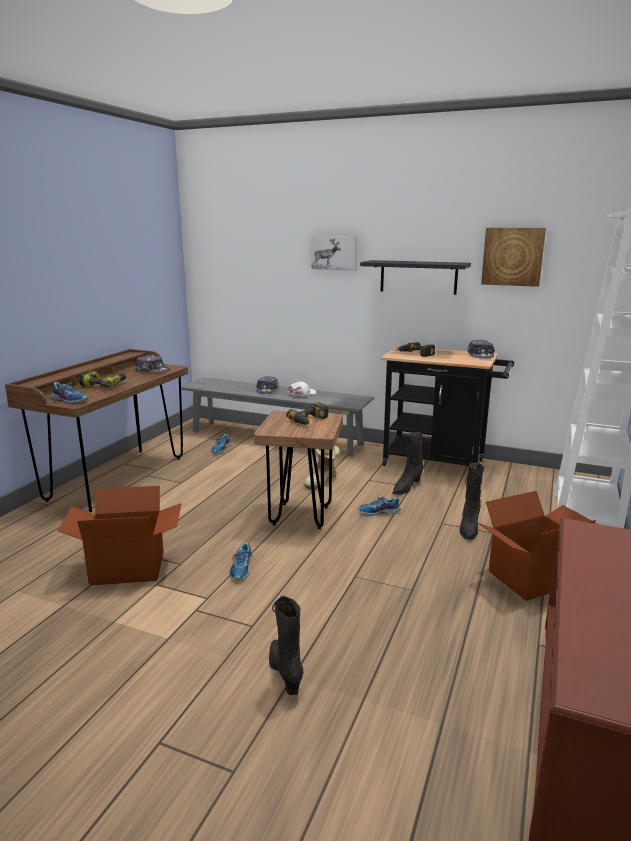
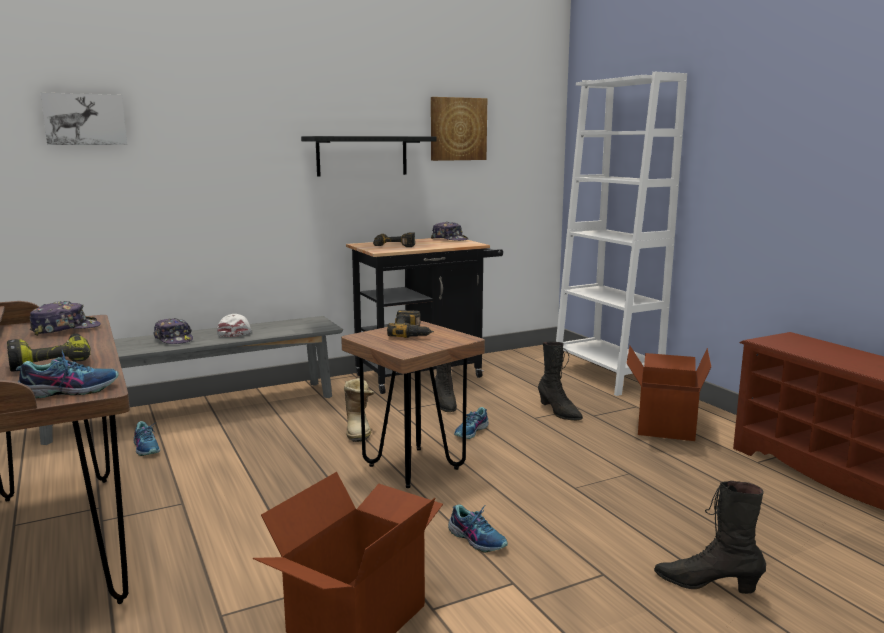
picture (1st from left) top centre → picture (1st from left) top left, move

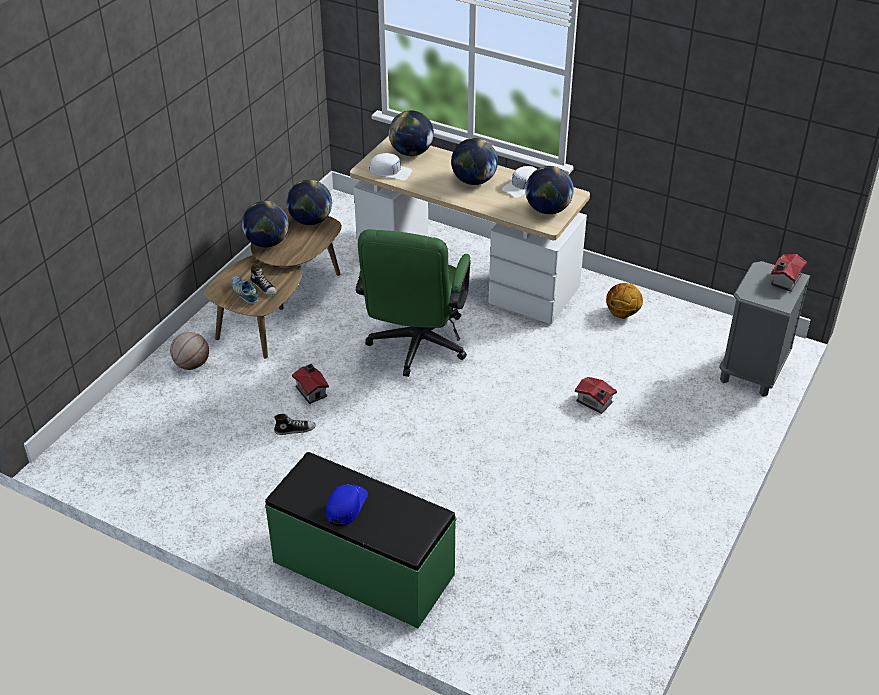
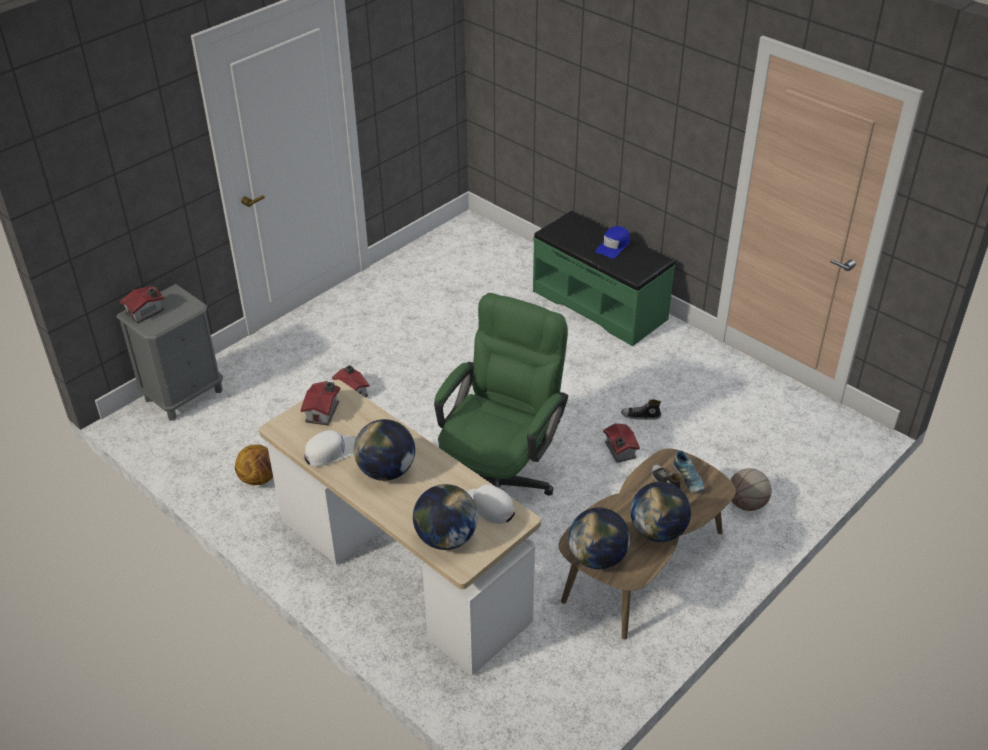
globe (5th from left) top centre → toy house (2nd from left) middle left

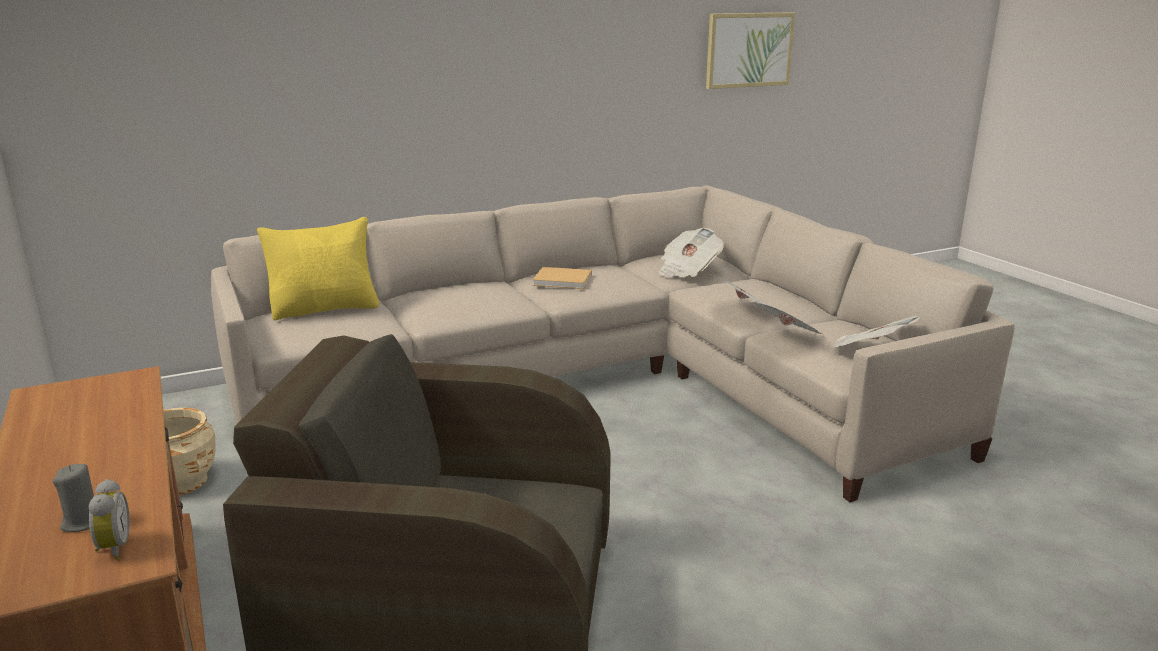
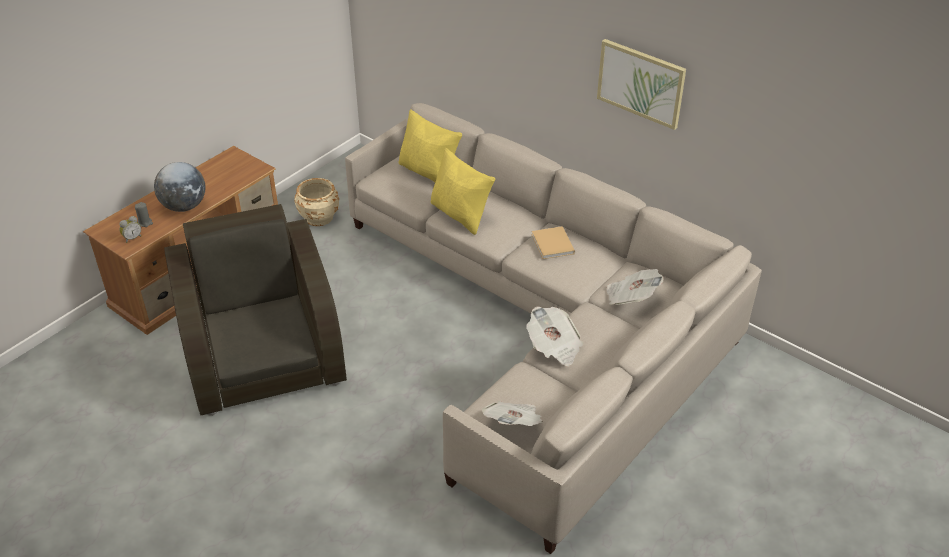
picture top centre → picture top right, move
newspaper (3rd from left) middle right → -
- → pillow (yellow) (2nd from left) centre
- → globe middle left

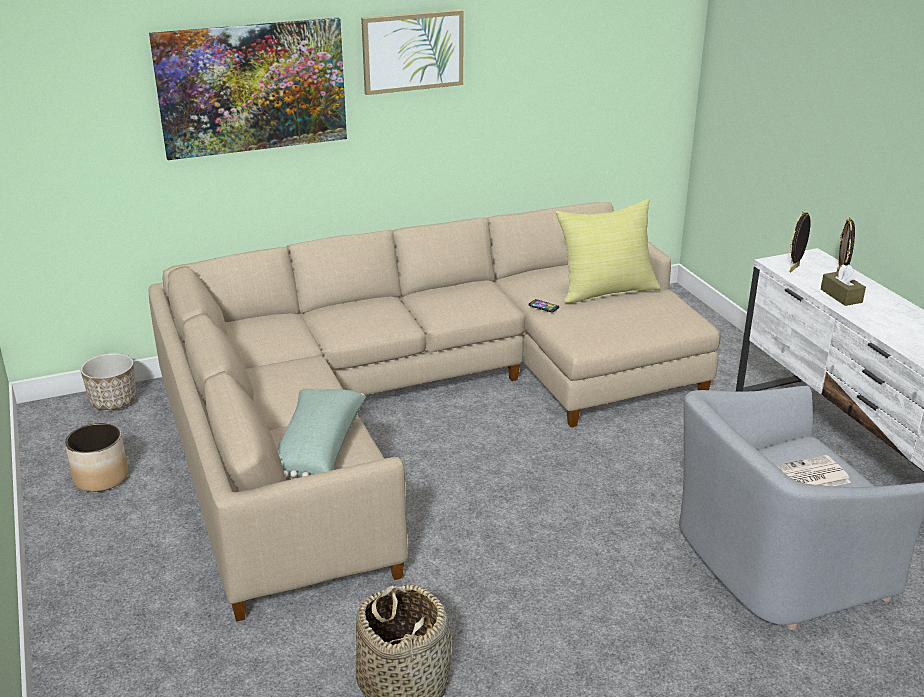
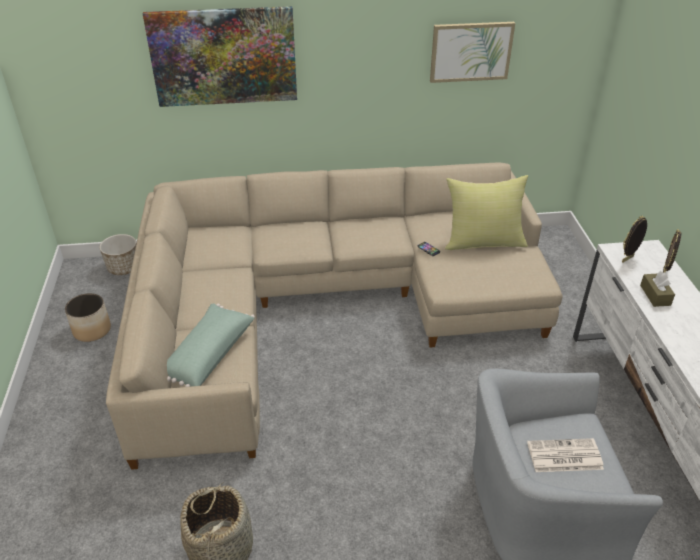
picture (2nd from left) top centre → picture (2nd from left) top right, move

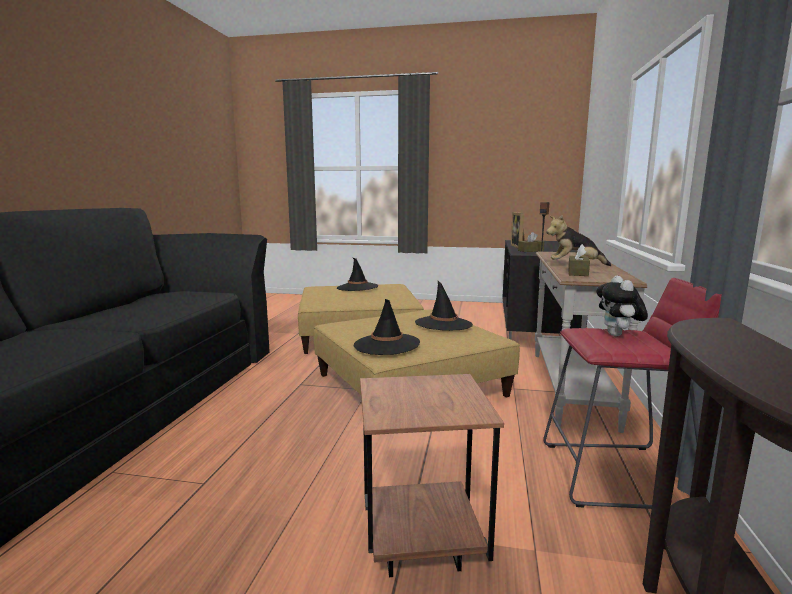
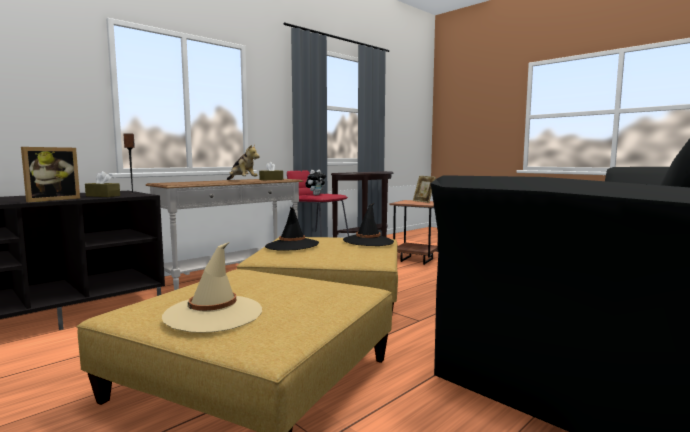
hat (black) (1st from left) centre → hat (beige) middle left
- → picture frame (2nd from left) centre

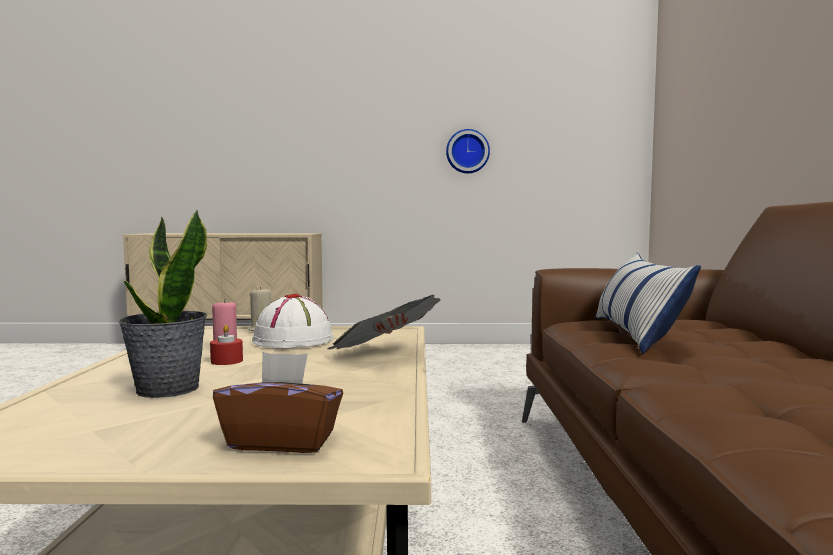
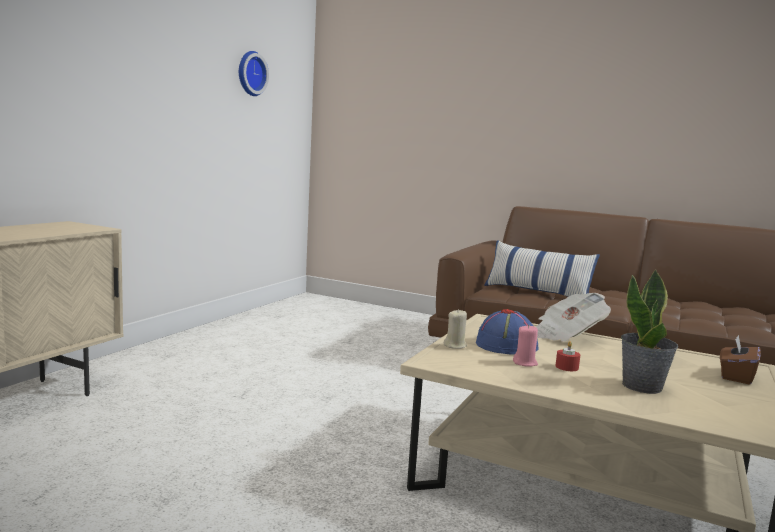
wall clock top centre → wall clock top left, move
hat (white) centre → hat (blue) centre

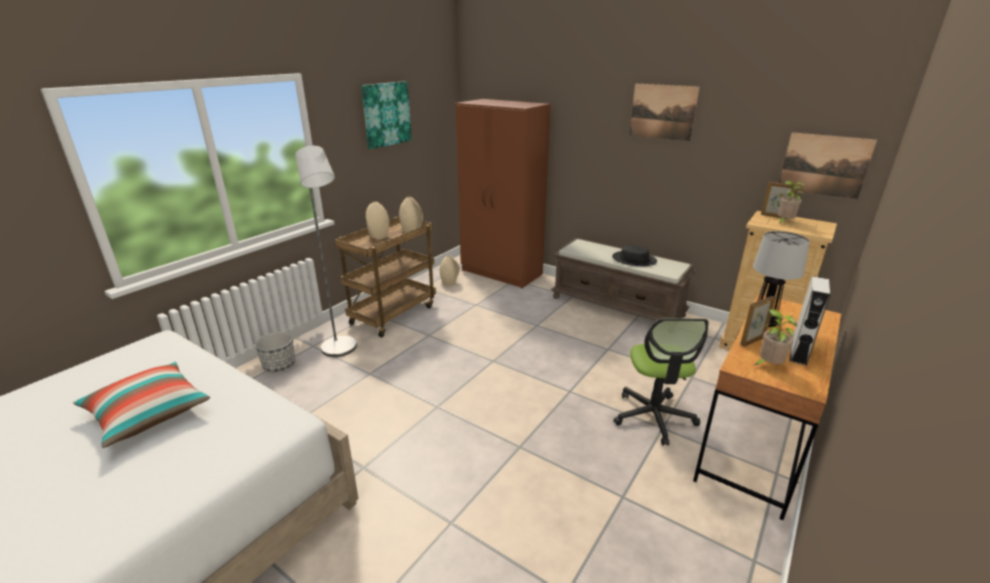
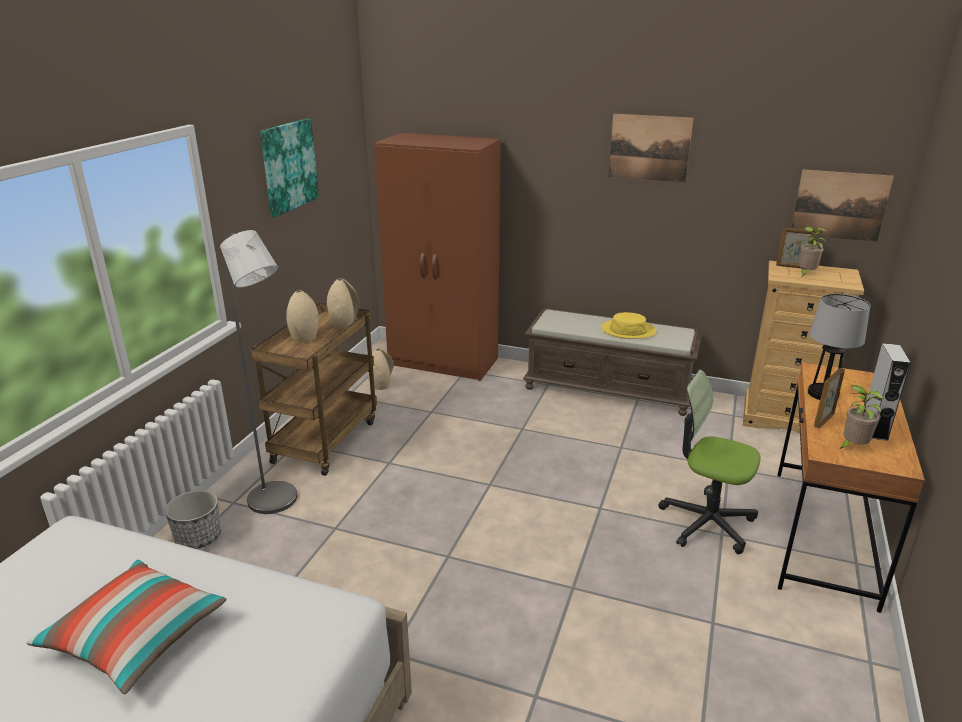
hat (black) centre → hat (yellow) centre
office chair middle right, 135 degrees clockwise

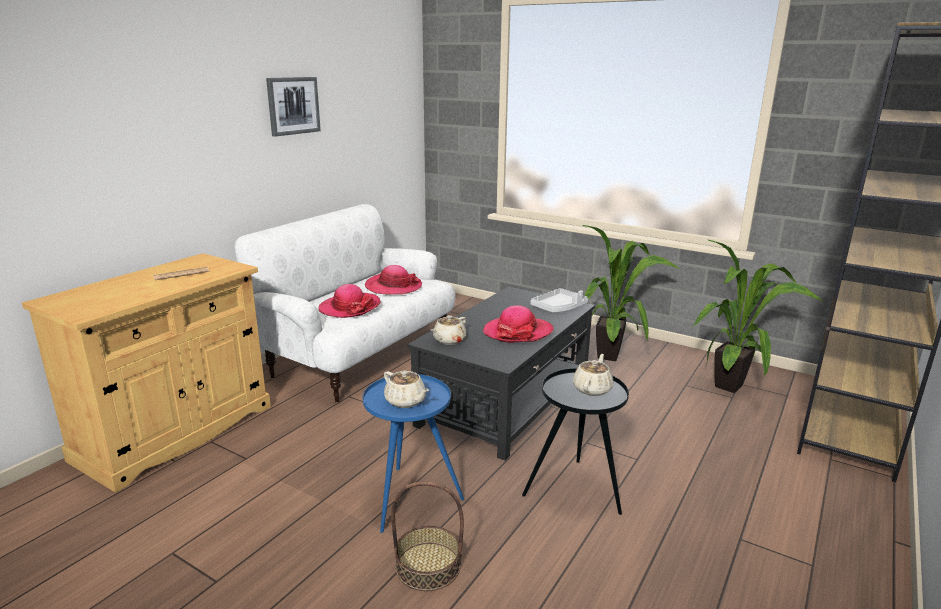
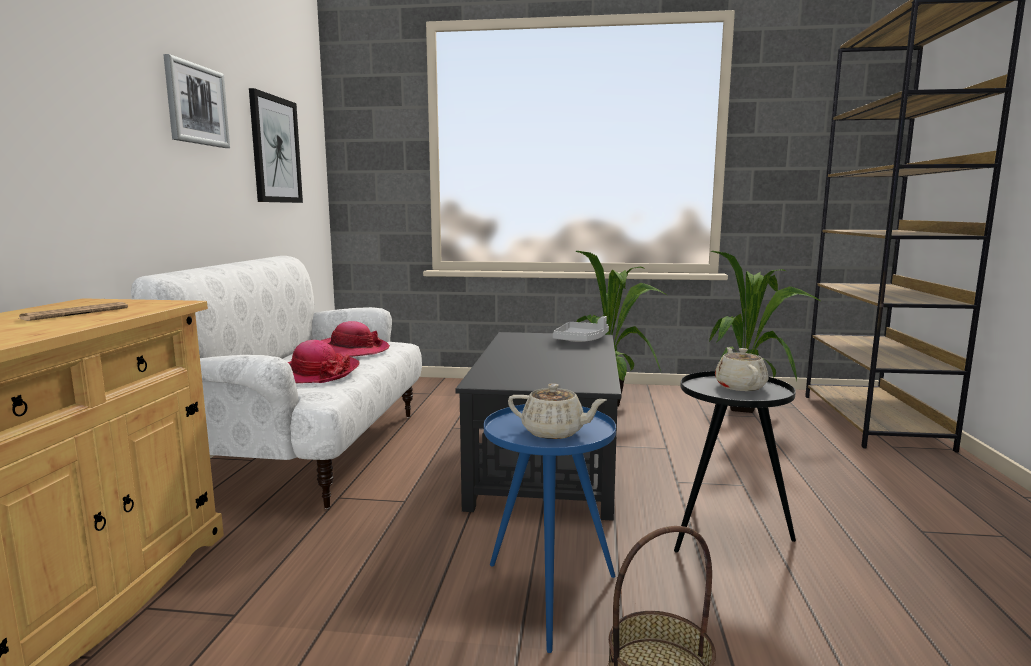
hat (3rd from left) centre → -
teapot (beige) (2nd from left) centre → -
- → picture (2nd from left) top left

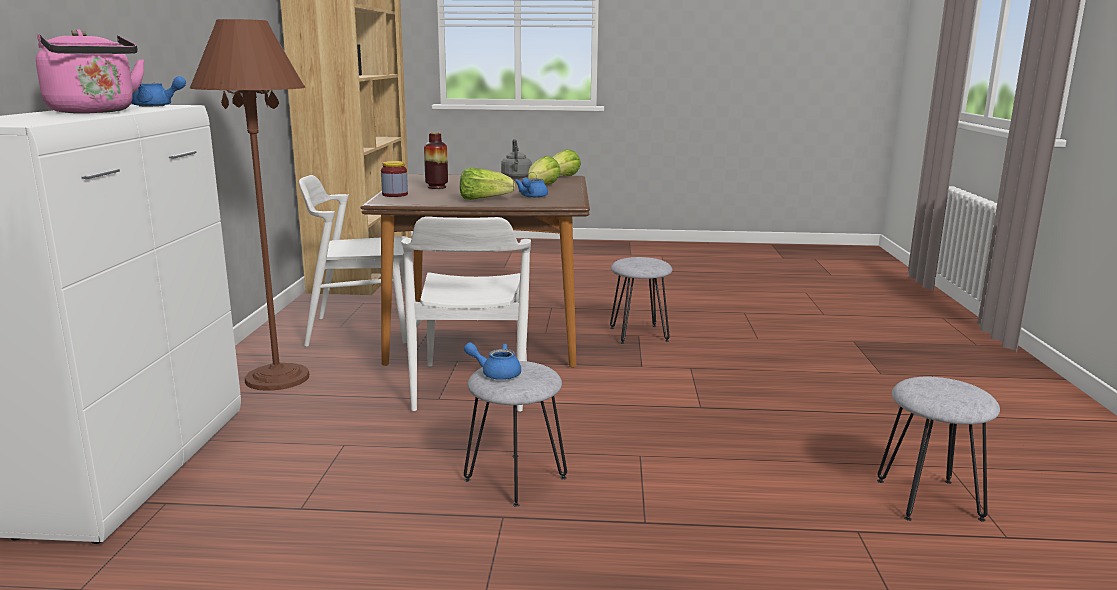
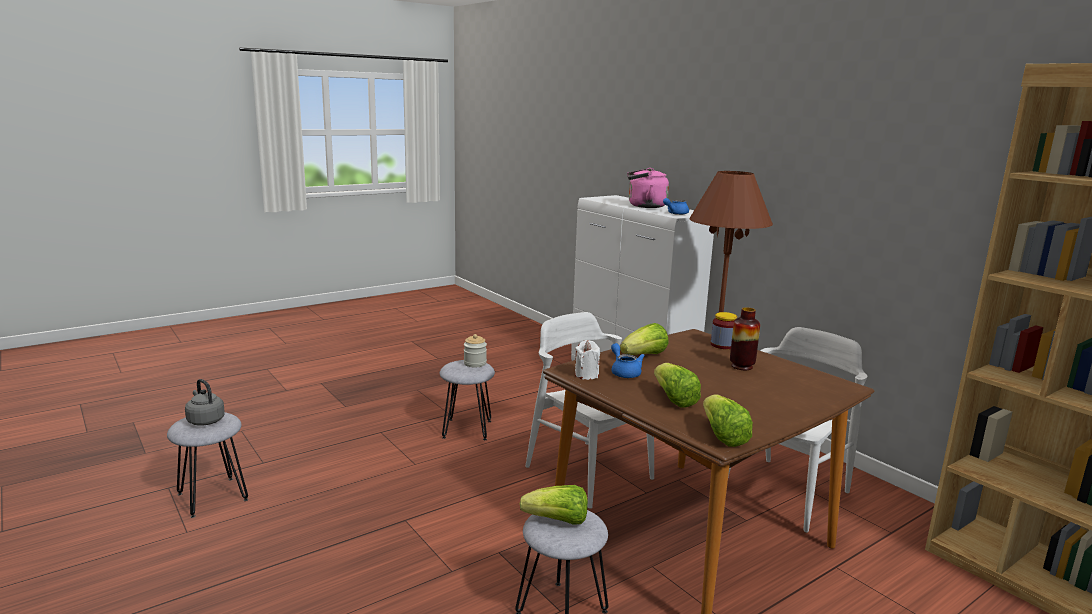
kettle (grey) top centre → kettle (grey) middle left, move
teapot (blue) (2nd from left) centre → jar (1st from left) centre
- → candle (white) centre
- → lettuce (1st from left) bottom centre

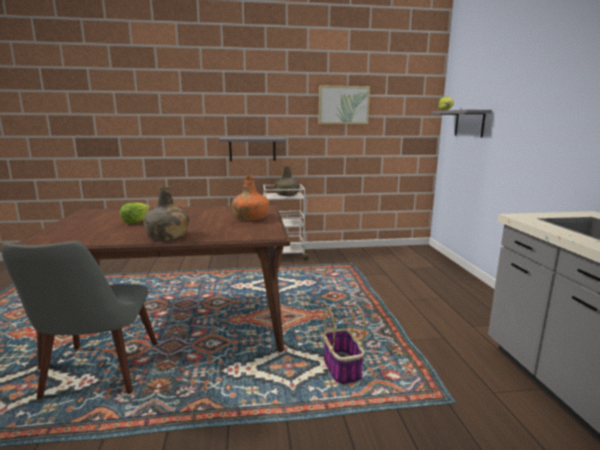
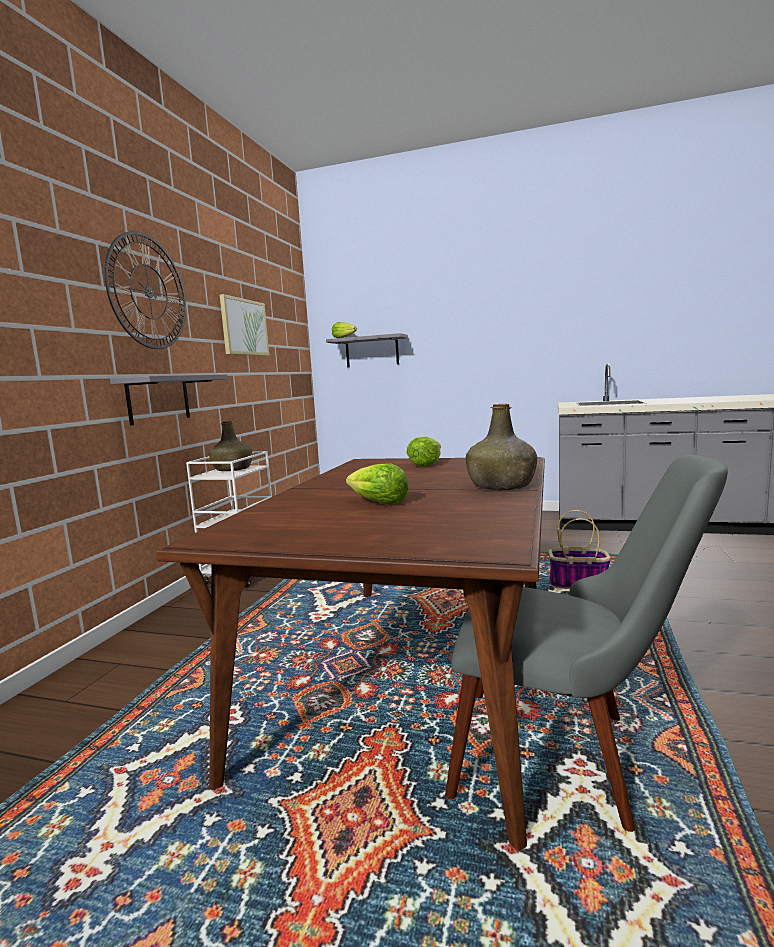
bottle (orange) centre → lettuce (3rd from left) centre
- → wall clock top left

